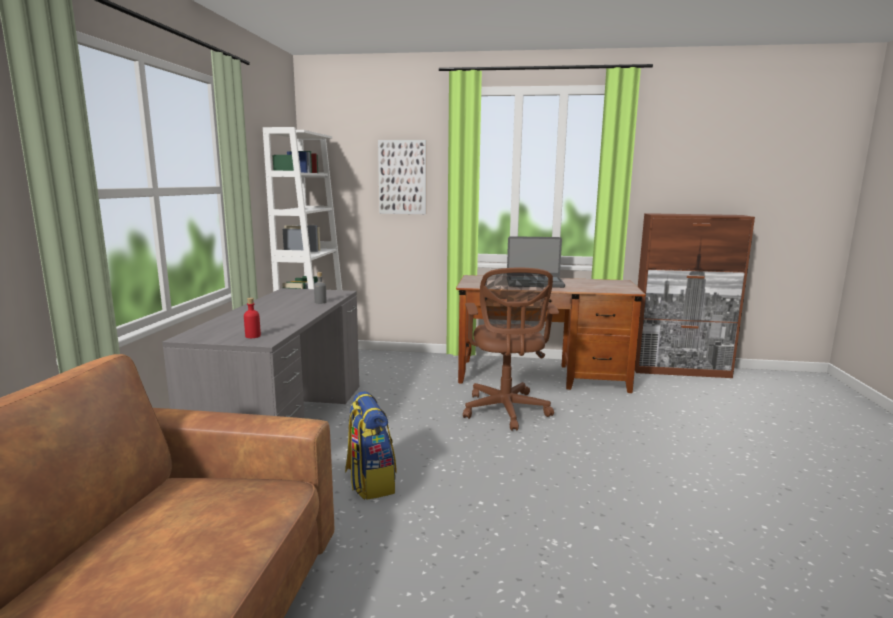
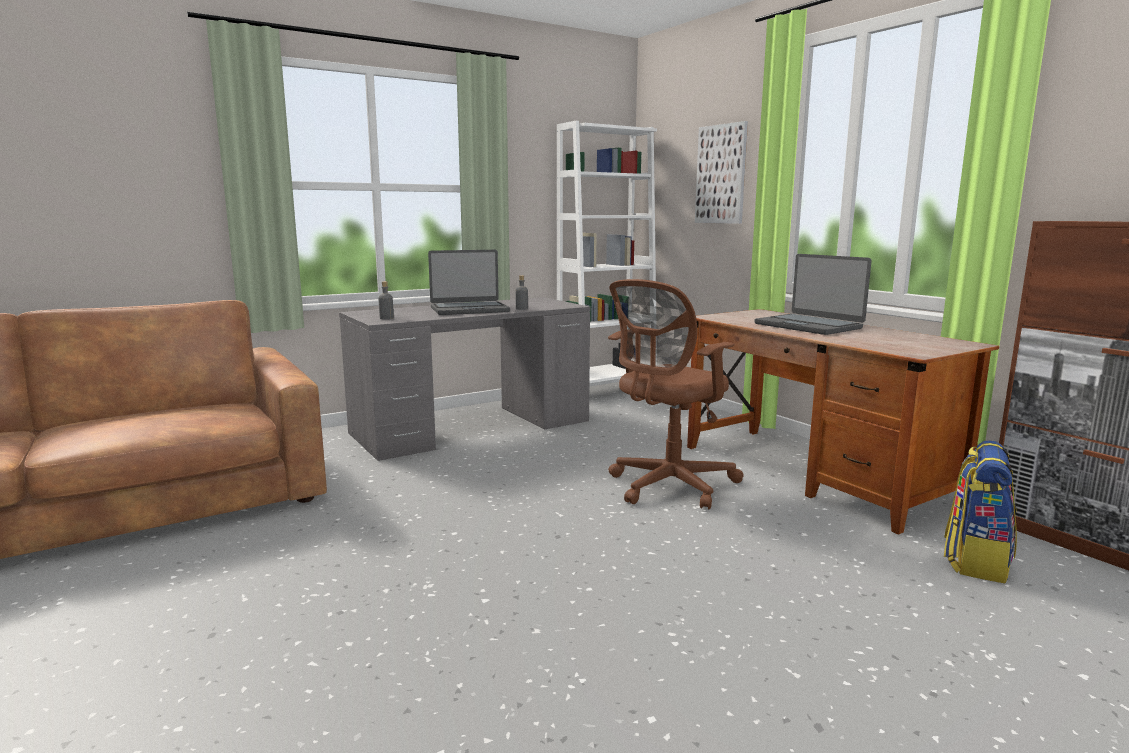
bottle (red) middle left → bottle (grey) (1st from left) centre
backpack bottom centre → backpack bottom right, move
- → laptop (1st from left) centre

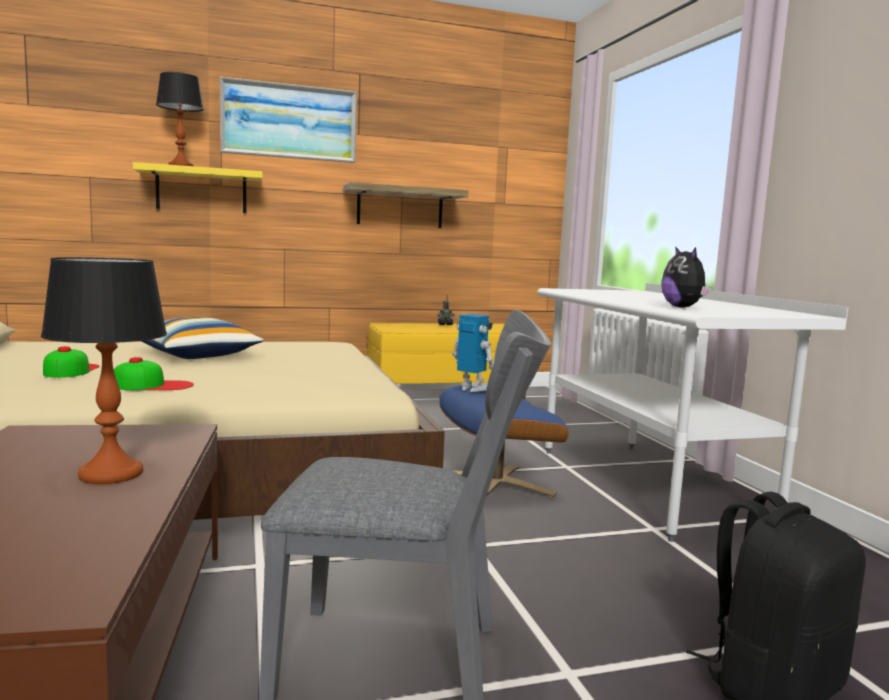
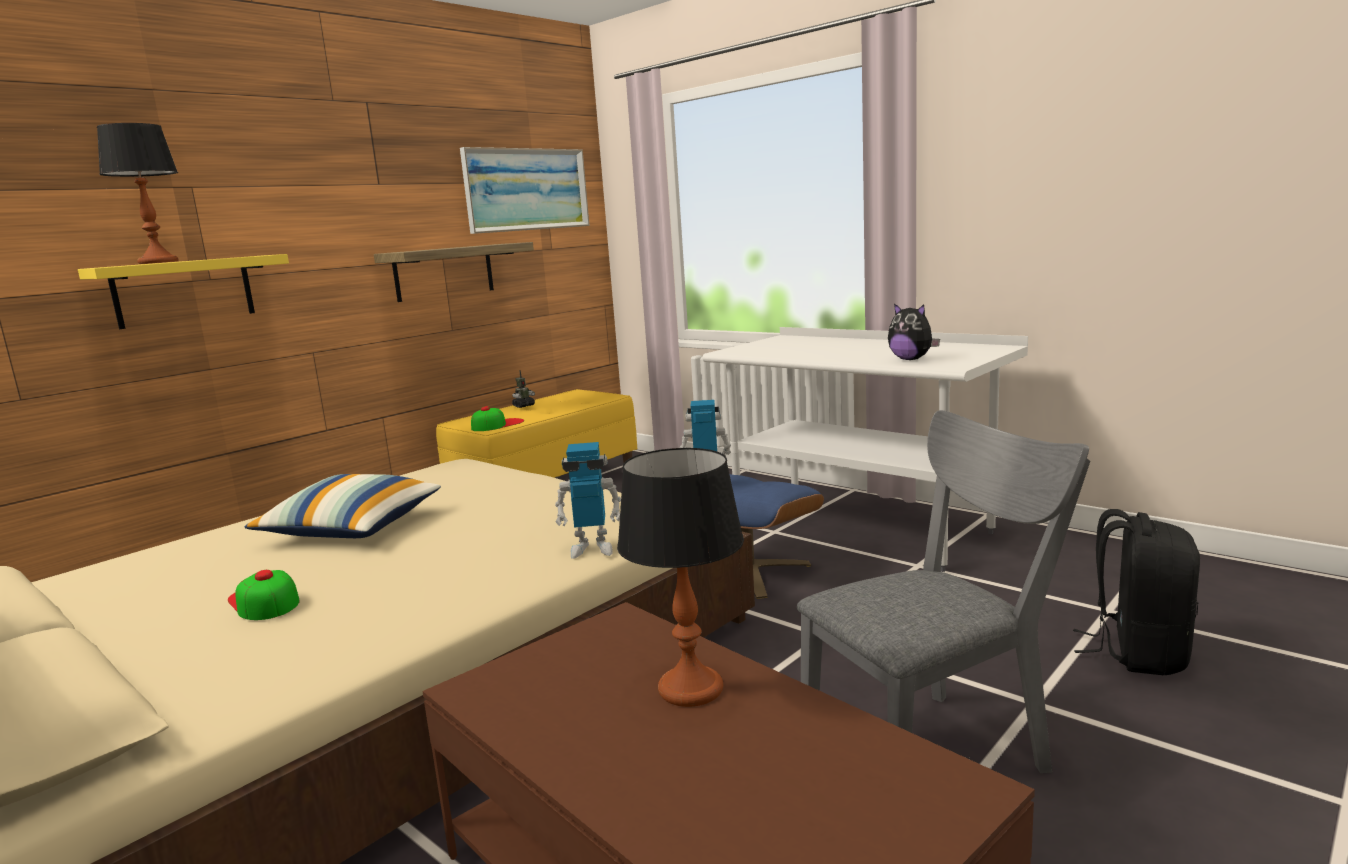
picture top left → picture top centre, move
cap (2nd from left) middle left → cap (2nd from left) centre, move
- → toy robot (2nd from left) centre

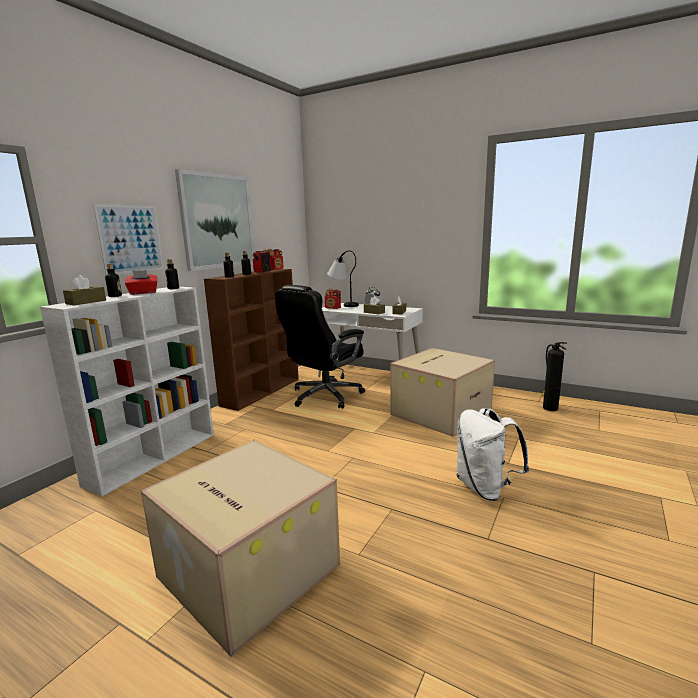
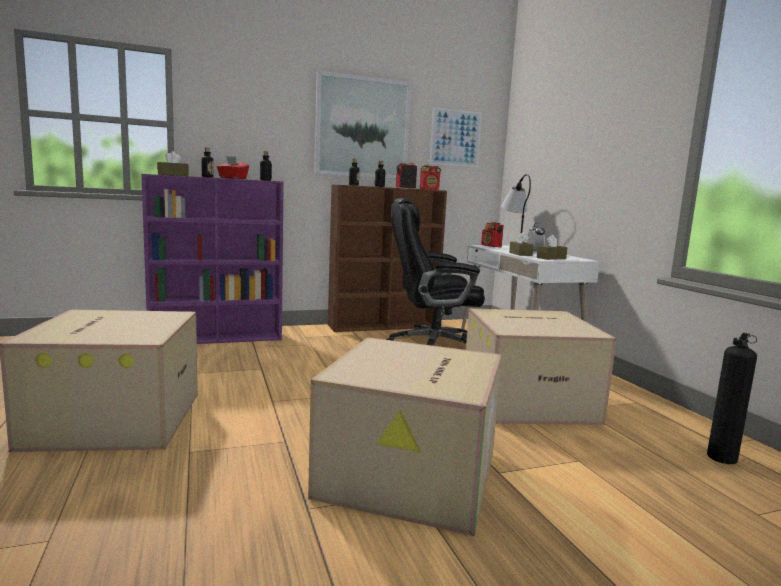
picture (1st from left in the first image) middle left → picture (2nd from left) top centre, move
bookcase (white) middle left → bookcase (purple) middle left
backpack (white) middle right → cardboard box (2nd from left) bottom centre

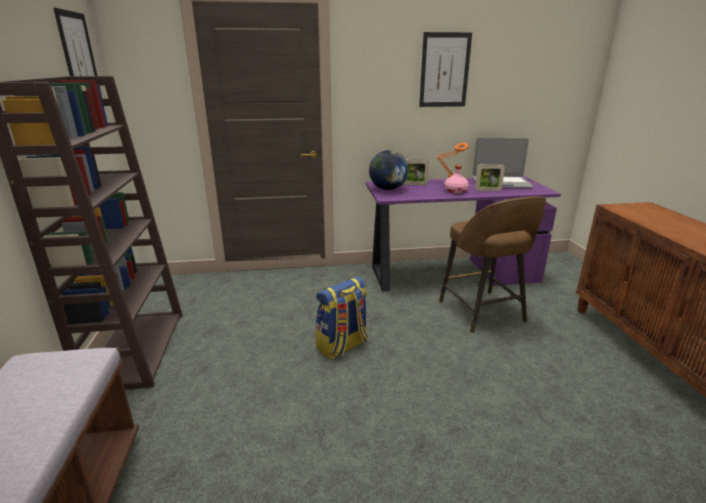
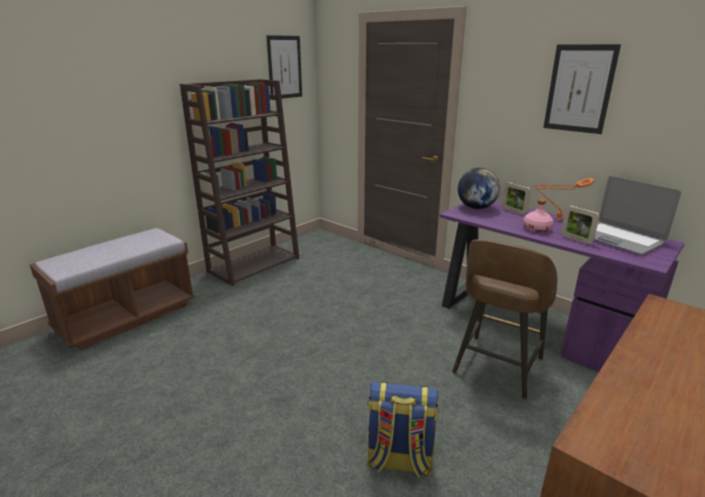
backpack centre → backpack bottom centre, move

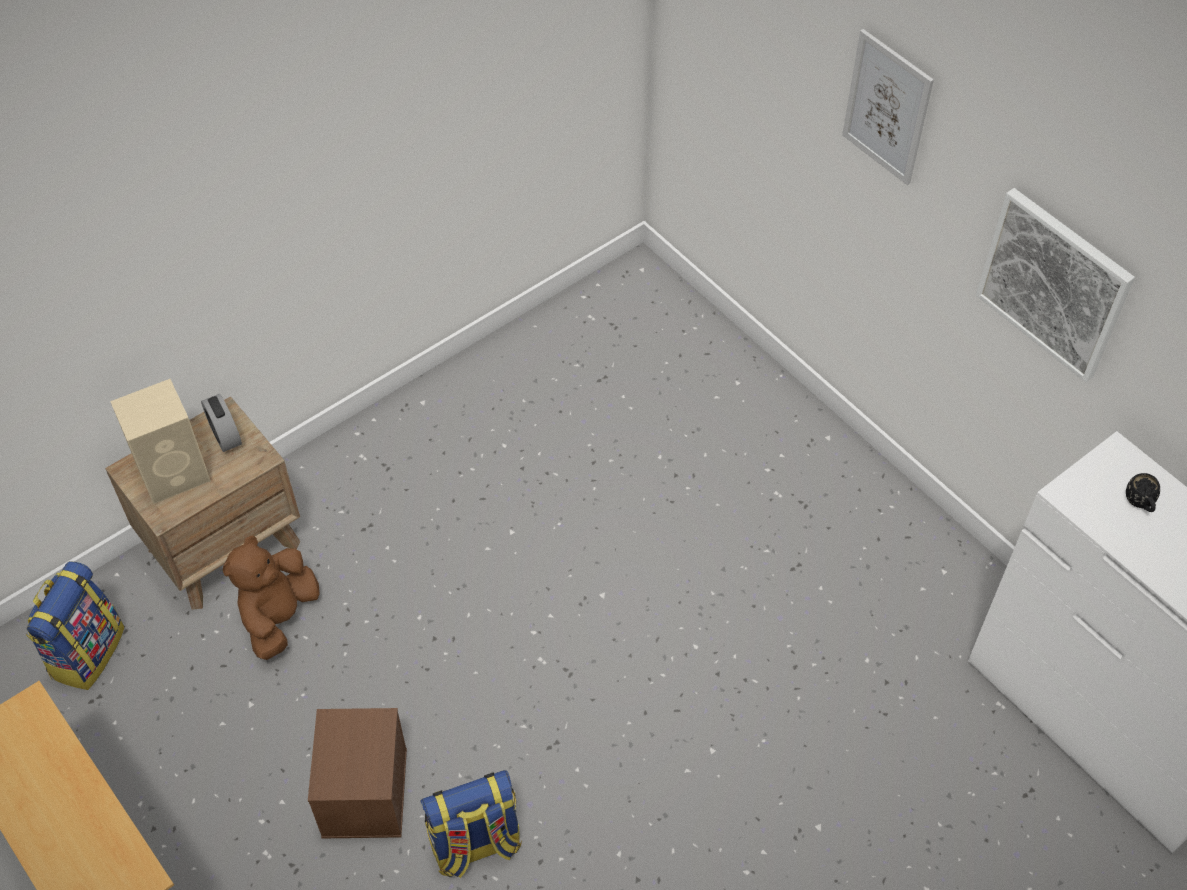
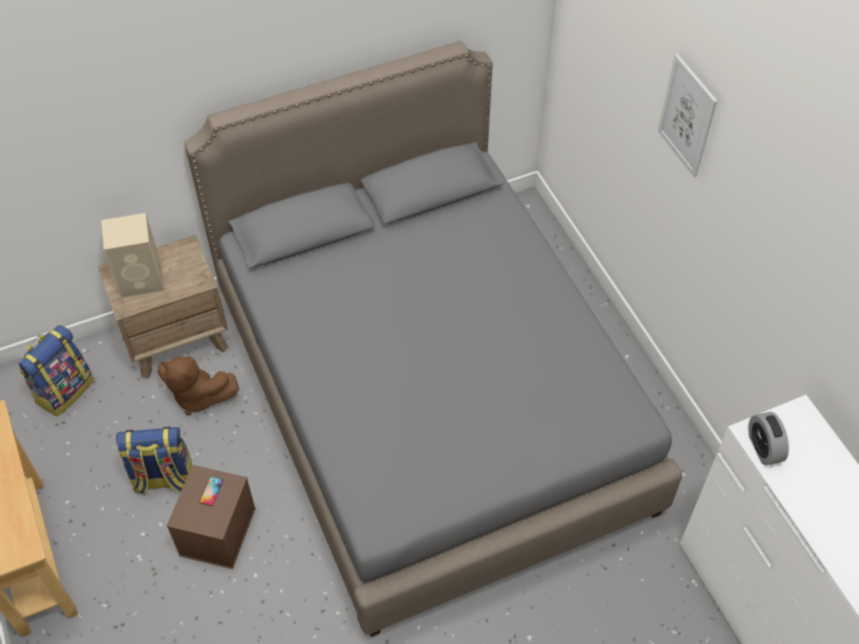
picture (2nd from left) top right → -
alarm clock middle left → alarm clock bottom right, move
mug (black) middle right → -
plush toy (brown) bottom left → plush toy (brown) middle left, 105 degrees counterclockwise
backpack (2nd from left) bottom centre → backpack (2nd from left) bottom left, move
- → bed (grey) centre
- → phone bottom left

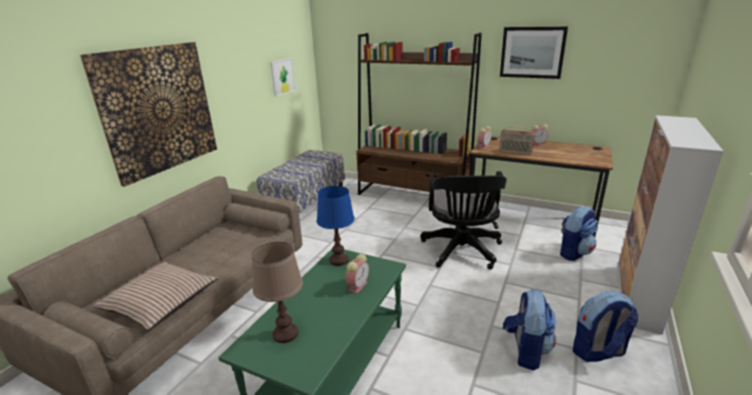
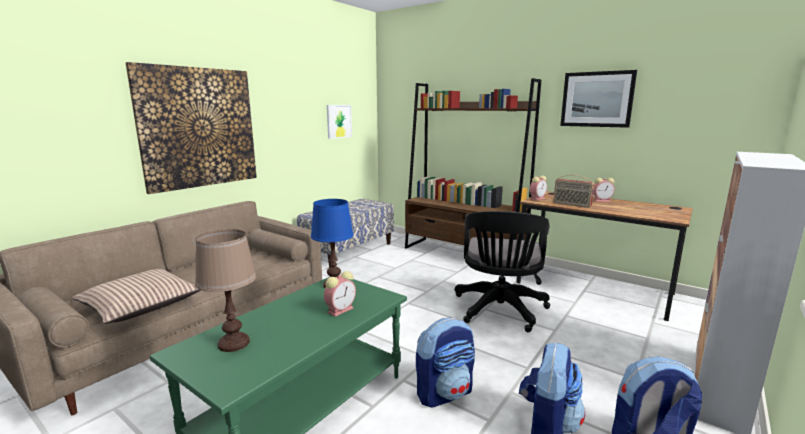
backpack (2nd from left in the first image) middle right → backpack (1st from left) bottom centre, move

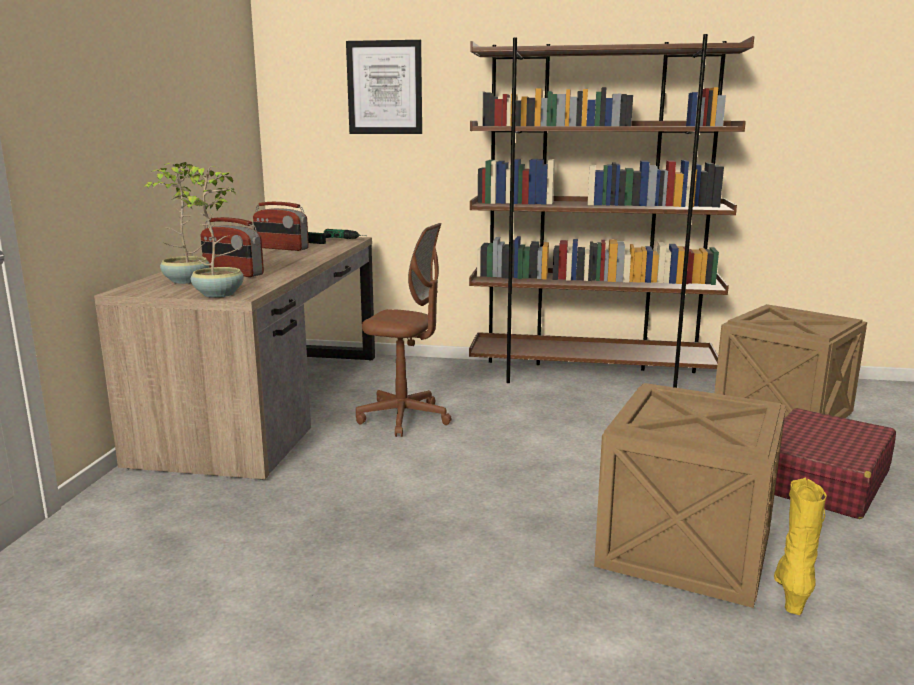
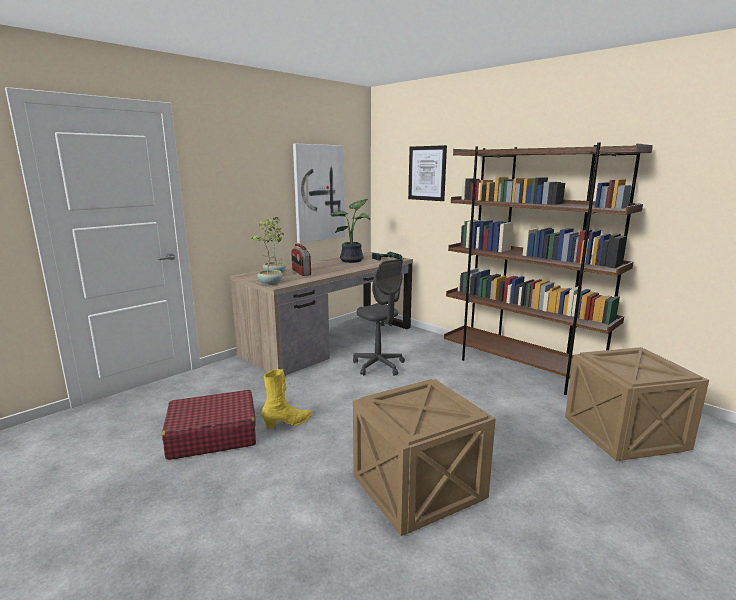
radio (2nd from left) top left → potted plant (3rd from left) centre
office chair (brown) centre → office chair (grey) centre
suitcase (red) bottom right → suitcase (red) bottom left, move
boot (yellow) bottom right → boot (yellow) centre, move
- → picture (1st from left) top centre

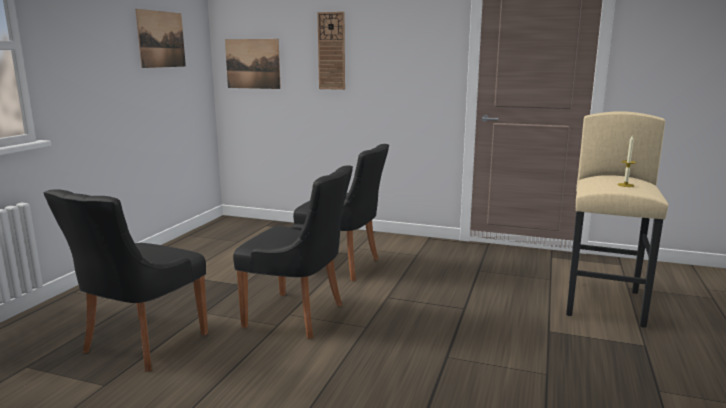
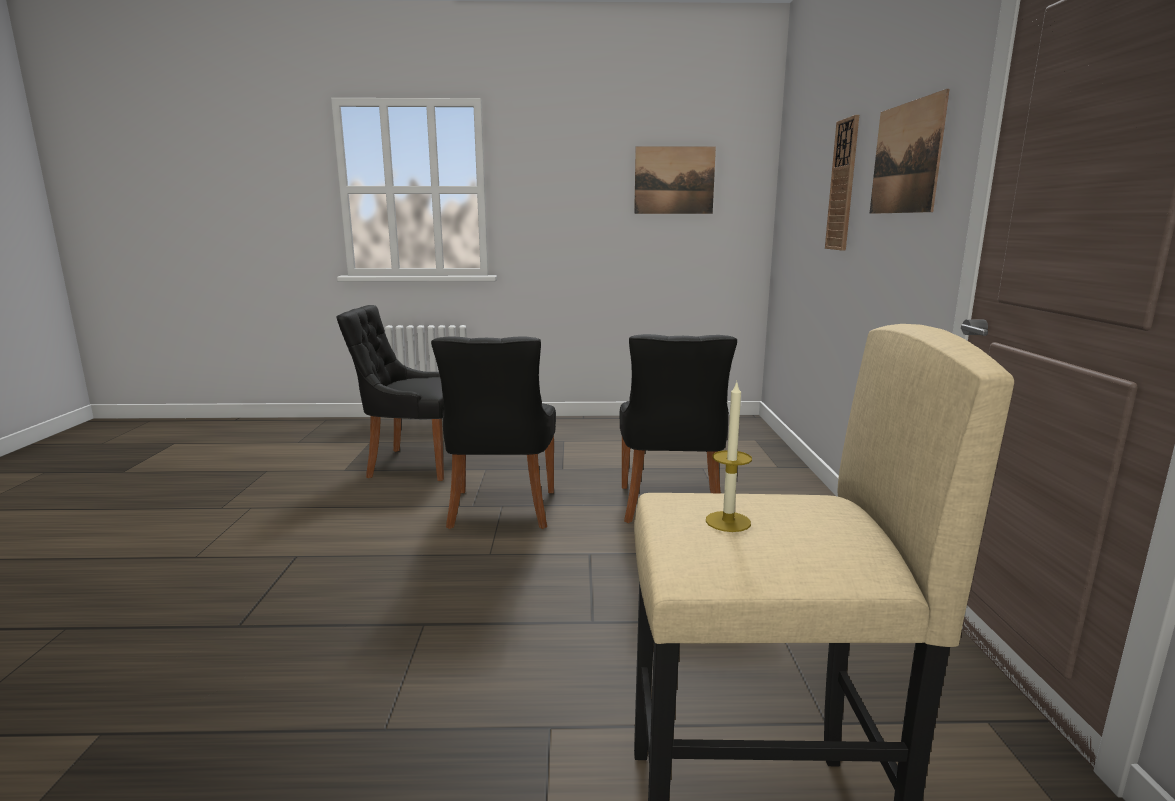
picture (2nd from left) top centre → picture (2nd from left) top right, move

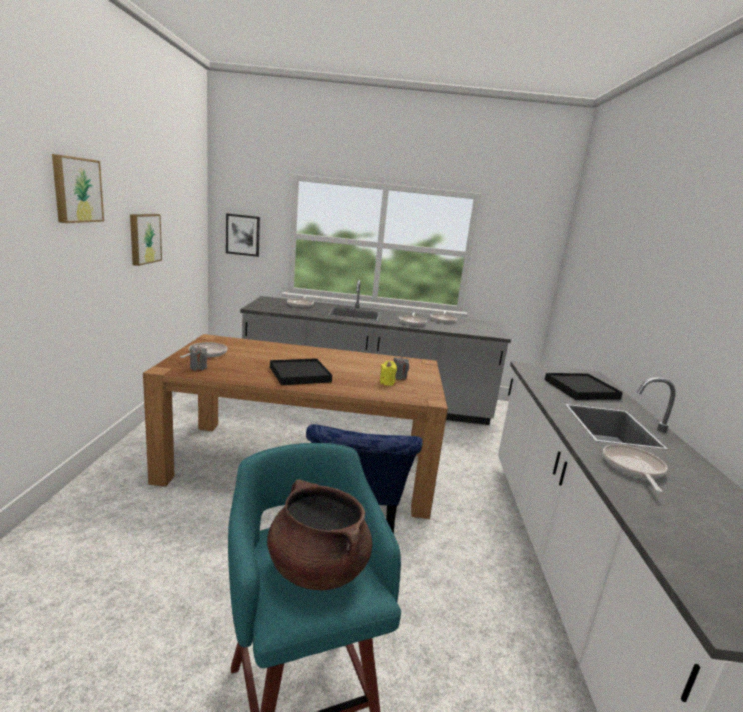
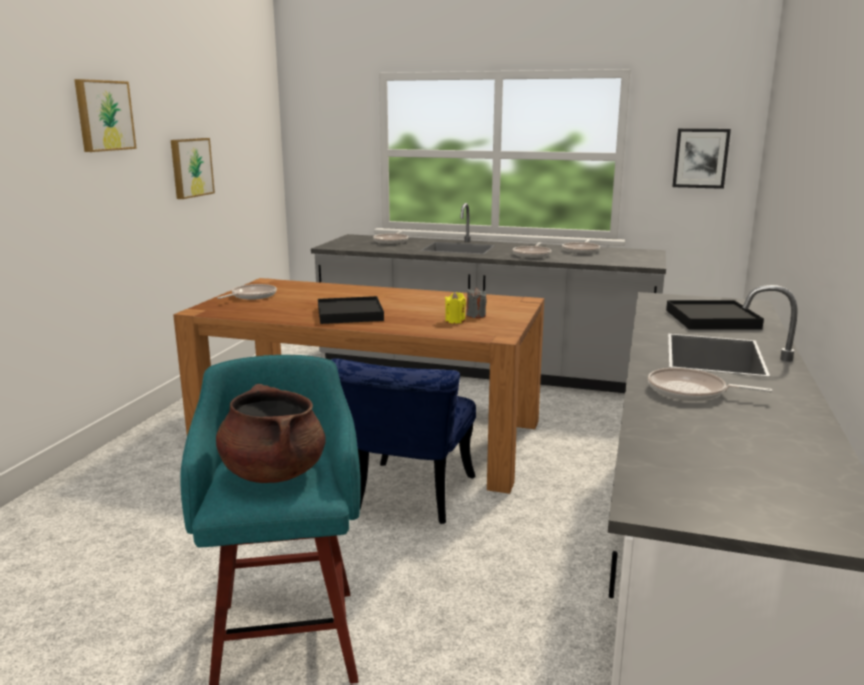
picture (3rd from left) top left → picture (3rd from left) top right, move
candle (grey) (1st from left) middle left → -
frying pan (5th from left) middle right, 90 degrees counterclockwise

